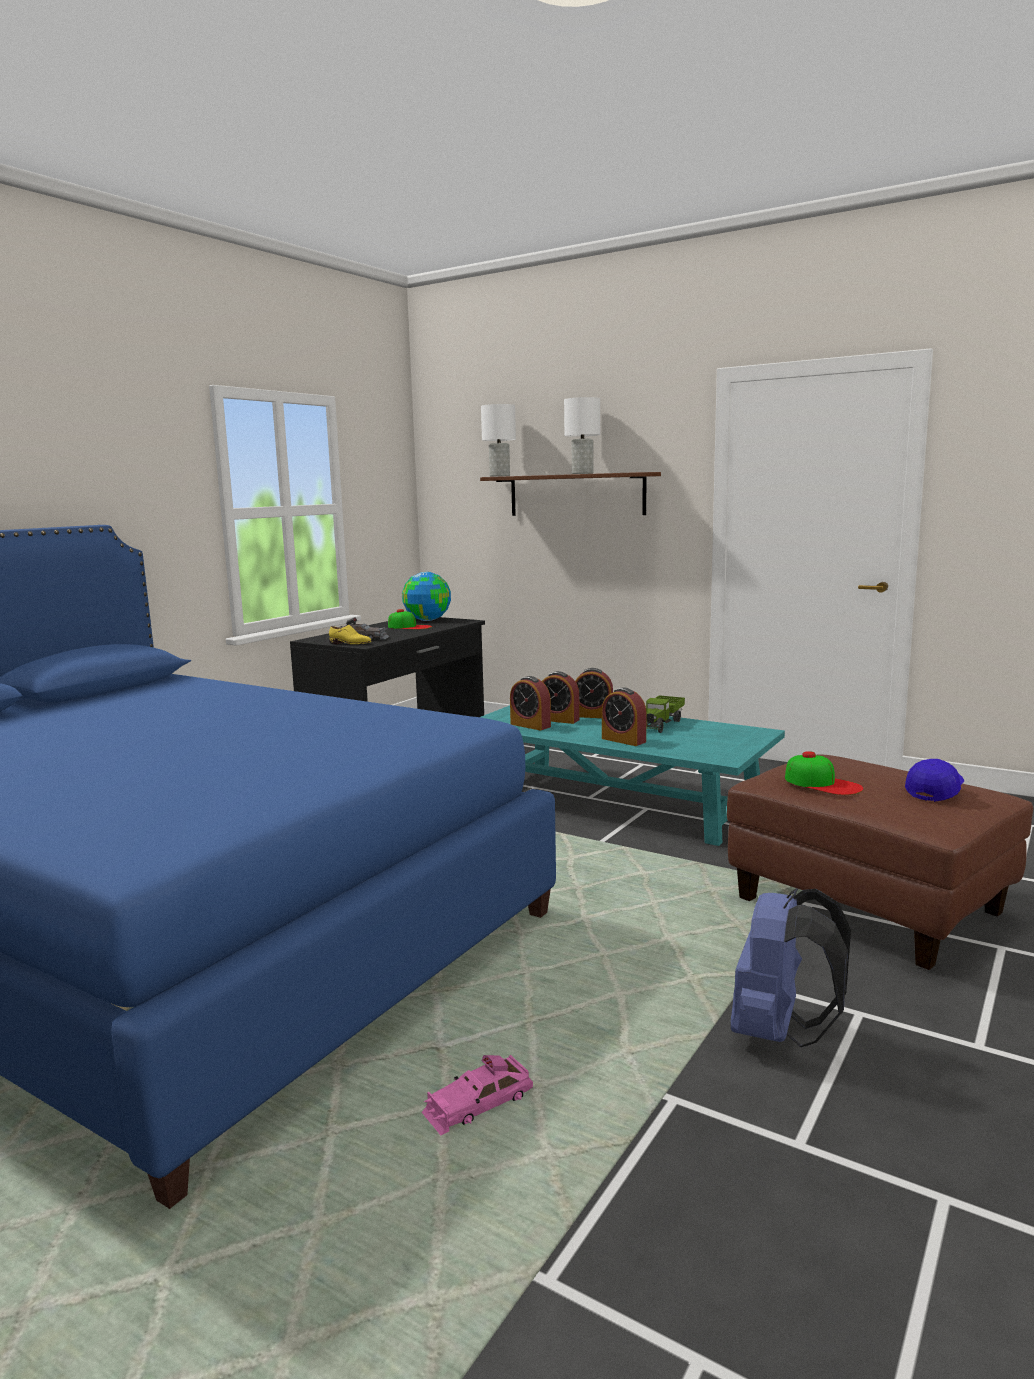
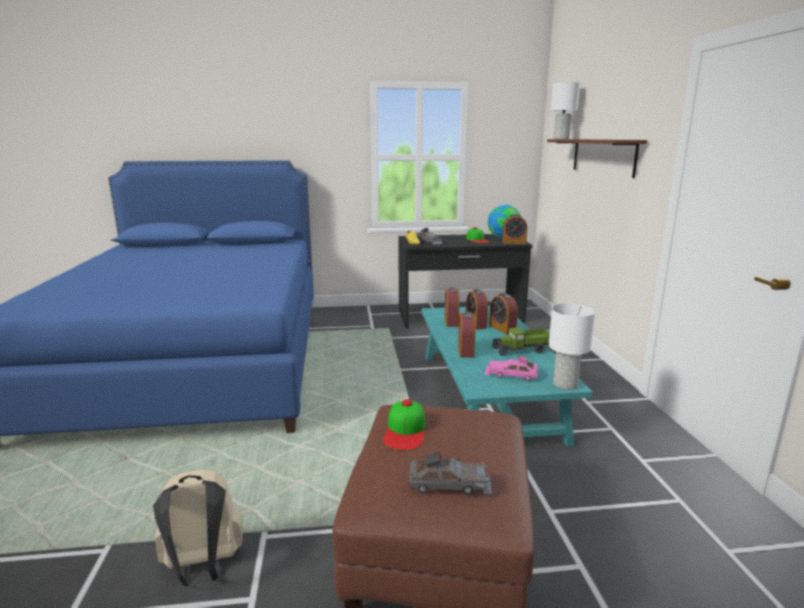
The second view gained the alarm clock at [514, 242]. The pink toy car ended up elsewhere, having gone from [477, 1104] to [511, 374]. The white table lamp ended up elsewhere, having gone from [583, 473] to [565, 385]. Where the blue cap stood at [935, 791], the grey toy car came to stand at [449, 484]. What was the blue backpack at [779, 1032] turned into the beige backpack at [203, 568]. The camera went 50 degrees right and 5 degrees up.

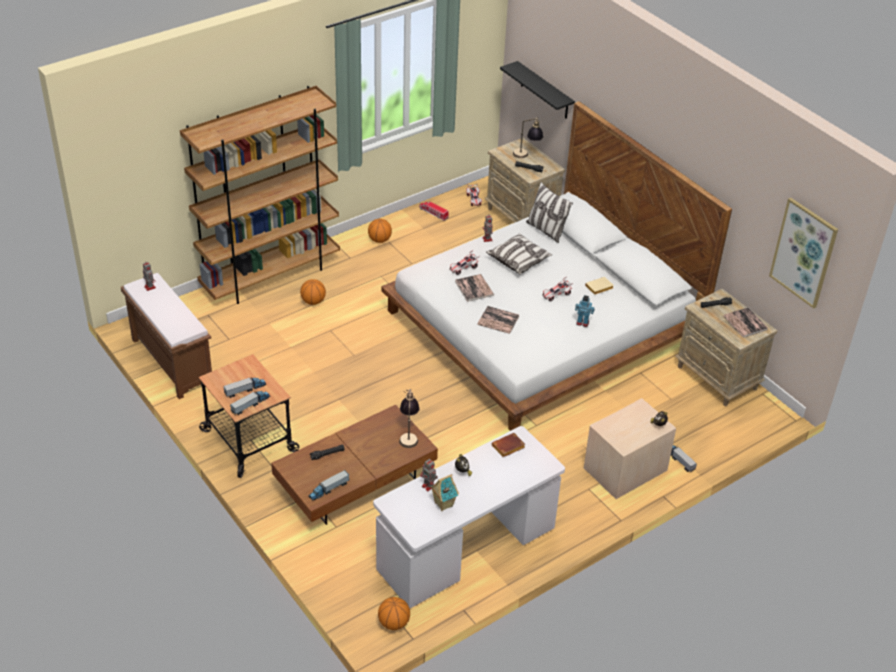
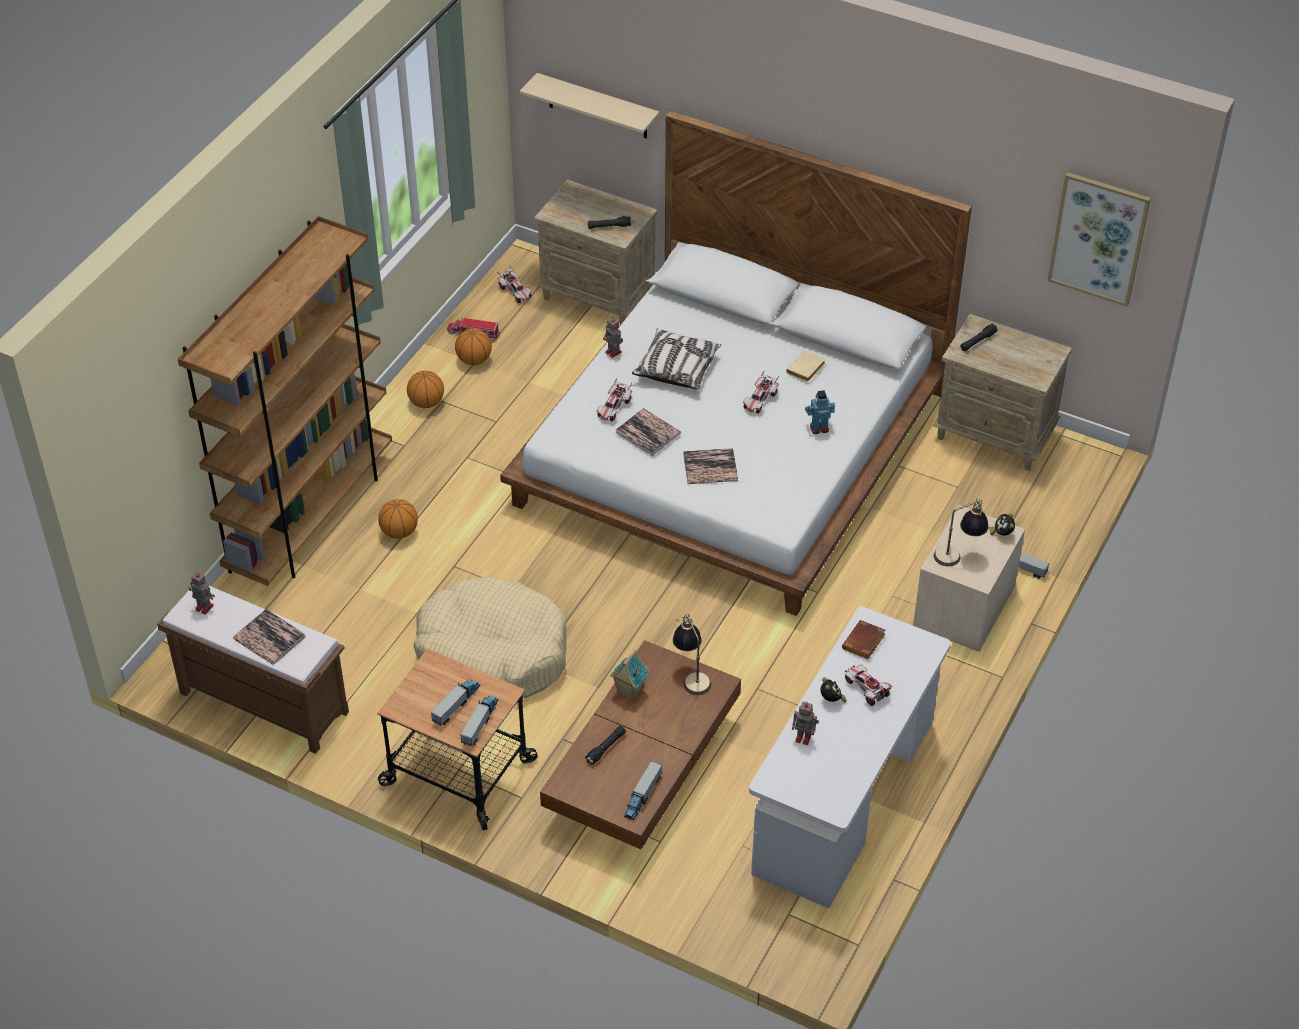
The second view lost the pillow at [546, 230]. The second view gained the beige dog bed at [493, 652]. The second view gained the toy car at [866, 689]. The basketball ended up elsewhere, having gone from [394, 623] to [474, 360]. The toy house ended up elsewhere, having gone from [443, 504] to [629, 691]. The table lamp ended up elsewhere, having gone from [527, 155] to [958, 555]. The book ended up elsewhere, having gone from [745, 323] to [269, 638]. What was the black shelf at [544, 91] turned into the beige shelf at [597, 107]. The camera went 25 degrees left and 5 degrees up.

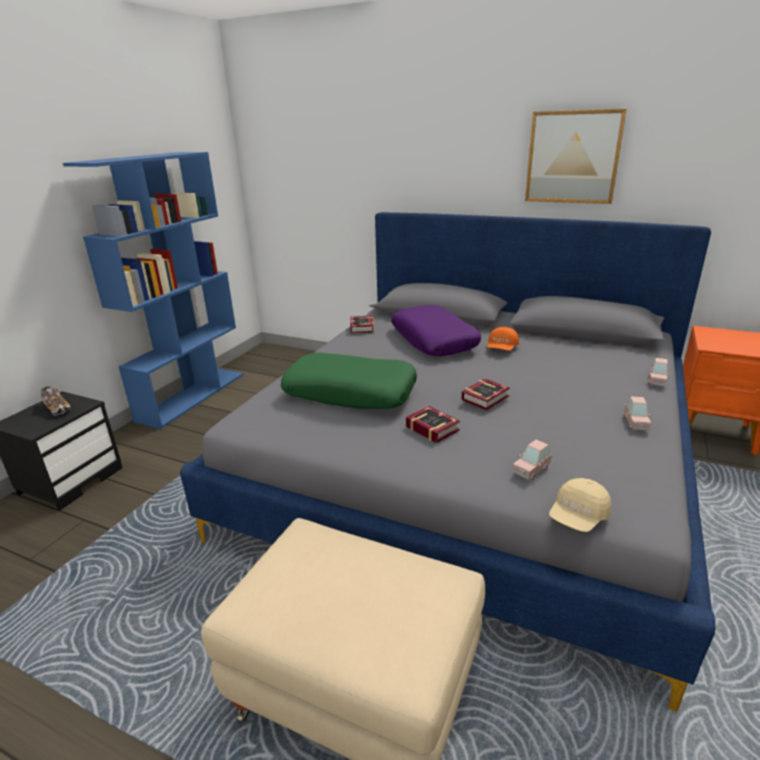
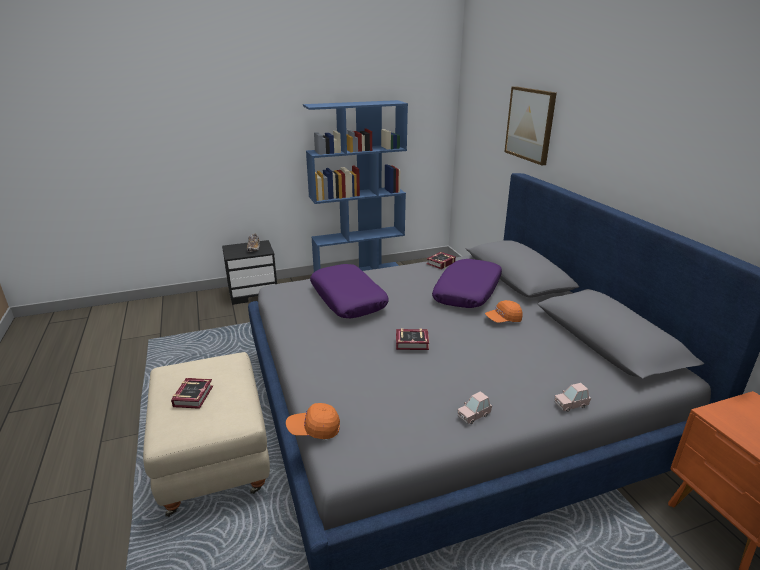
The second view lost the pink toy car at [531, 470]. The book ended up elsewhere, having gone from [431, 427] to [195, 395]. The picture ended up elsewhere, having gone from [573, 157] to [530, 124]. What was the green pillow at [350, 392] turned into the purple pillow at [348, 299]. What was the beige cap at [578, 517] turned into the orange cap at [314, 429]. The camera went 45 degrees right and 0 degrees up.

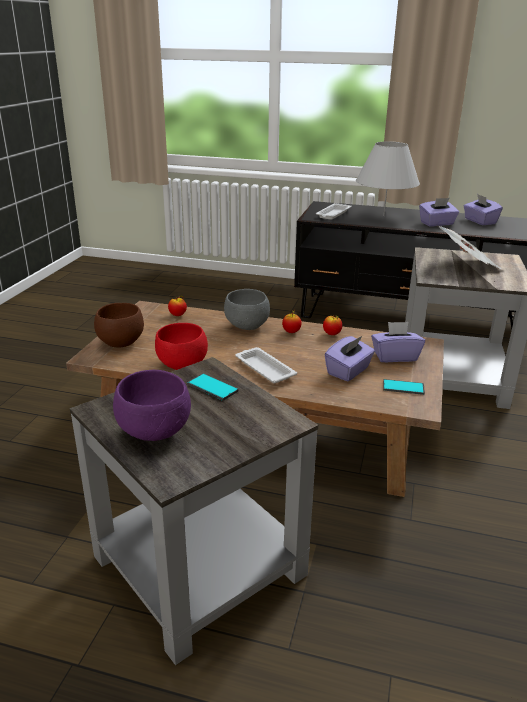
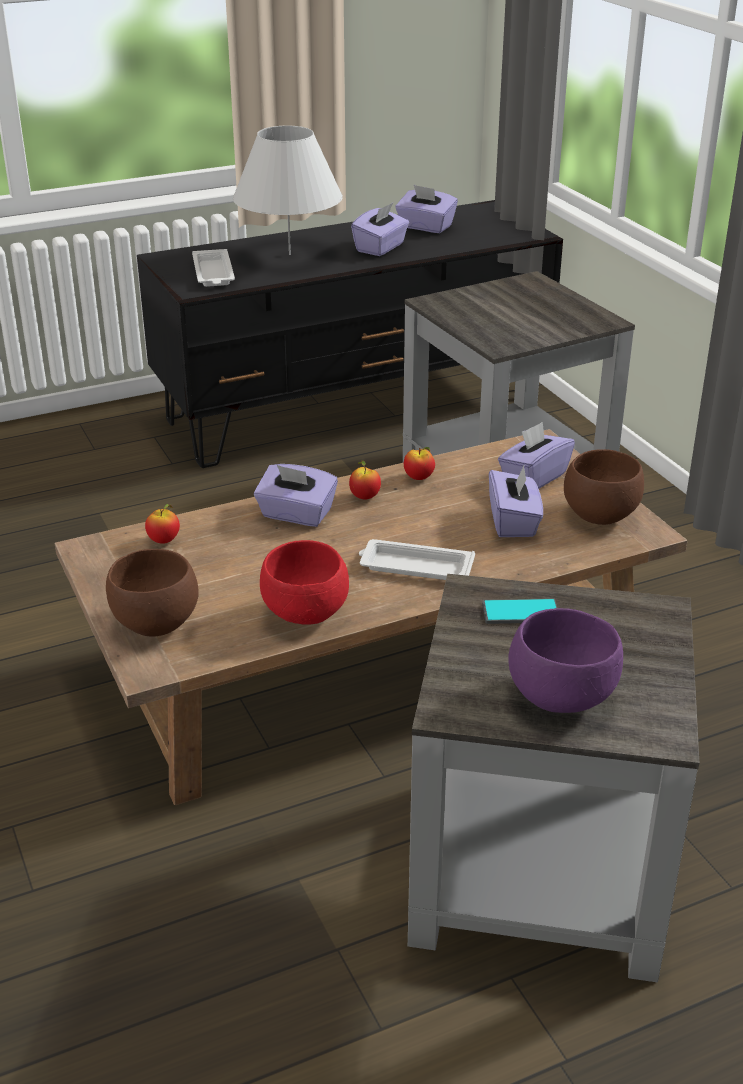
The second view lost the newspaper at [467, 265]. Where the grey bowl stood at [248, 327], the purple tissue box came to stand at [296, 514]. Where the phone stood at [403, 387], the brown bowl came to stand at [598, 515]. The camera went 40 degrees left and 5 degrees up.

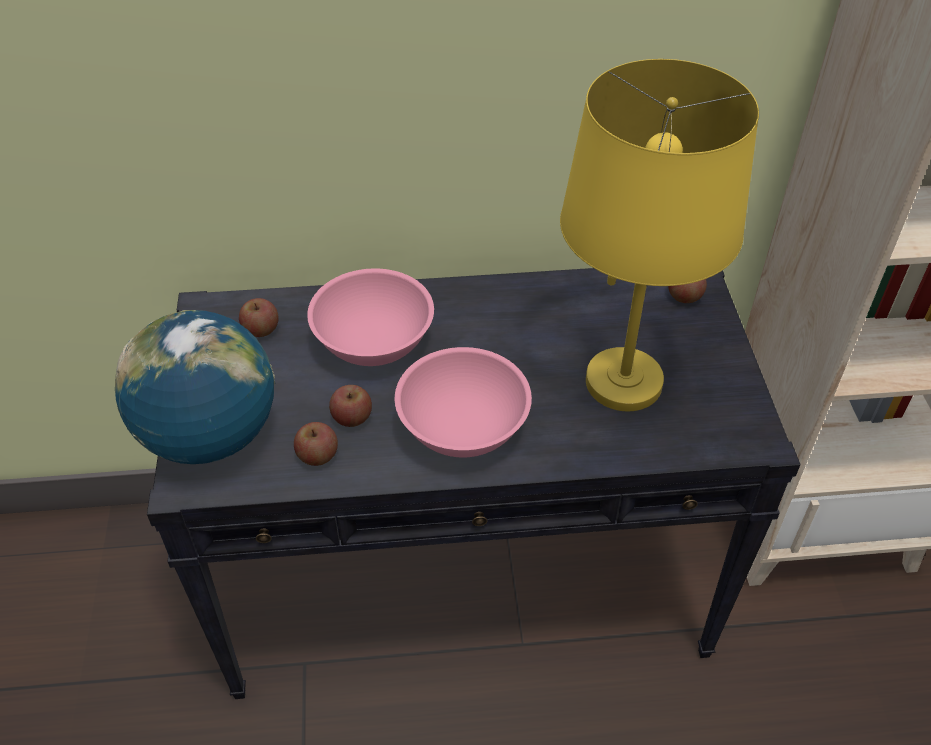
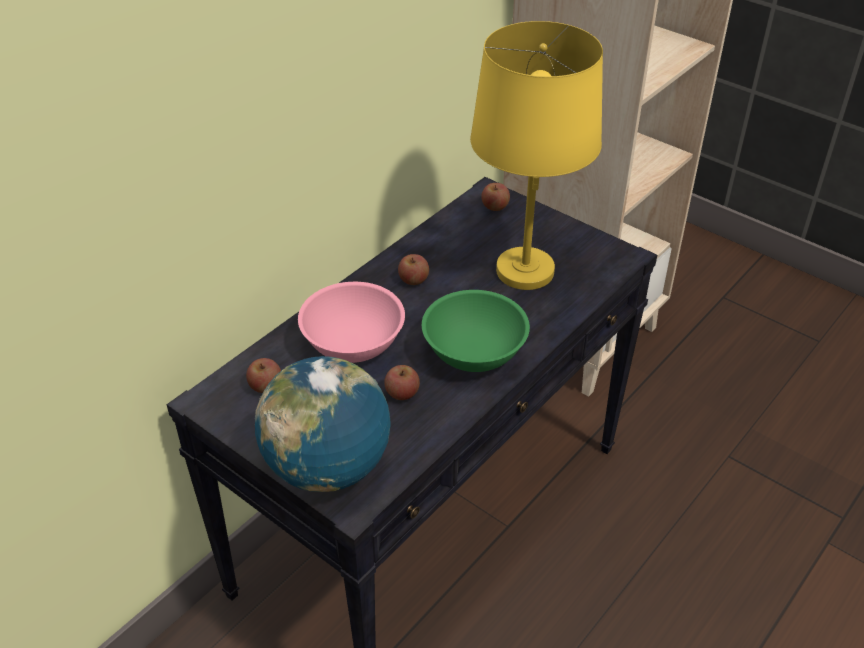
The apple ended up elsewhere, having gone from [317, 455] to [413, 280]. What was the pink bowl at [463, 427] turned into the green bowl at [473, 352]. The camera went 45 degrees left and 5 degrees down.

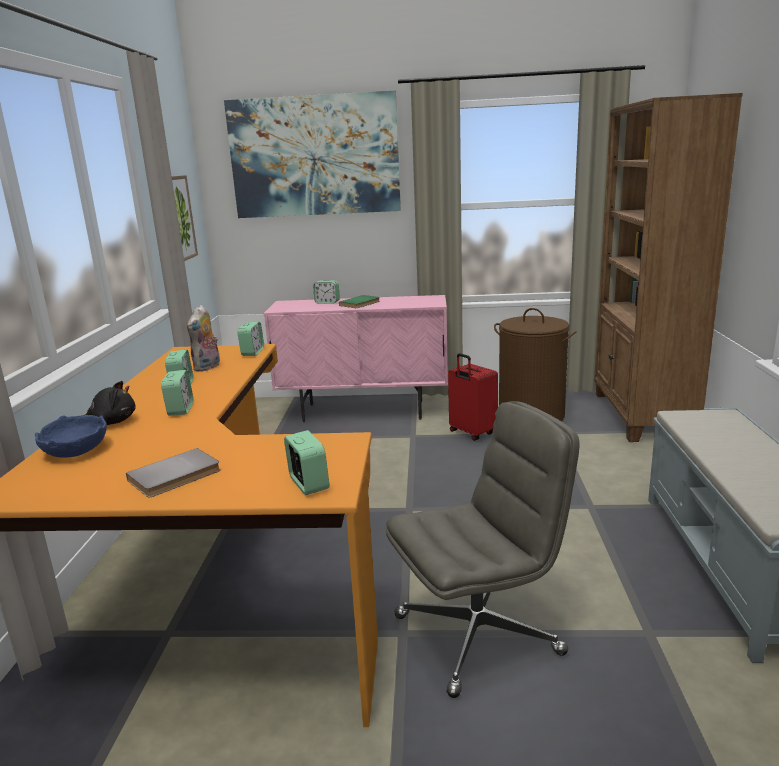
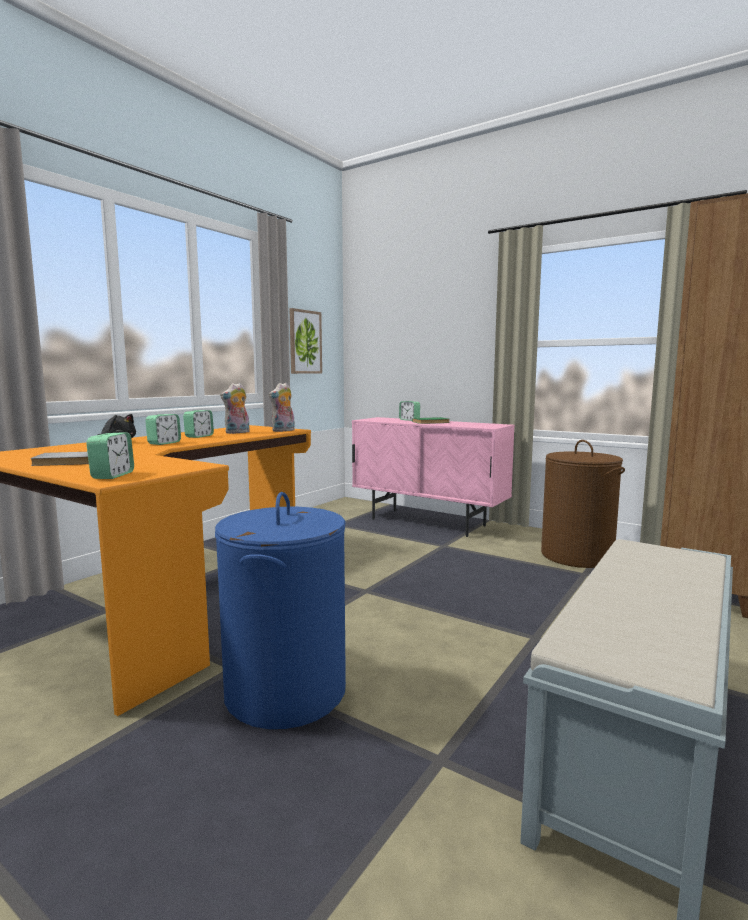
The second view lost the blue bowl at [75, 451]. The second view lost the picture at [314, 156]. The second view lost the red suitcase at [471, 433]. Where the alarm clock stood at [252, 352], the plush toy came to stand at [283, 431]. Where the grey office chair stood at [479, 634], the blue laundry basket came to stand at [286, 692]. The camera went 30 degrees right and 10 degrees down.

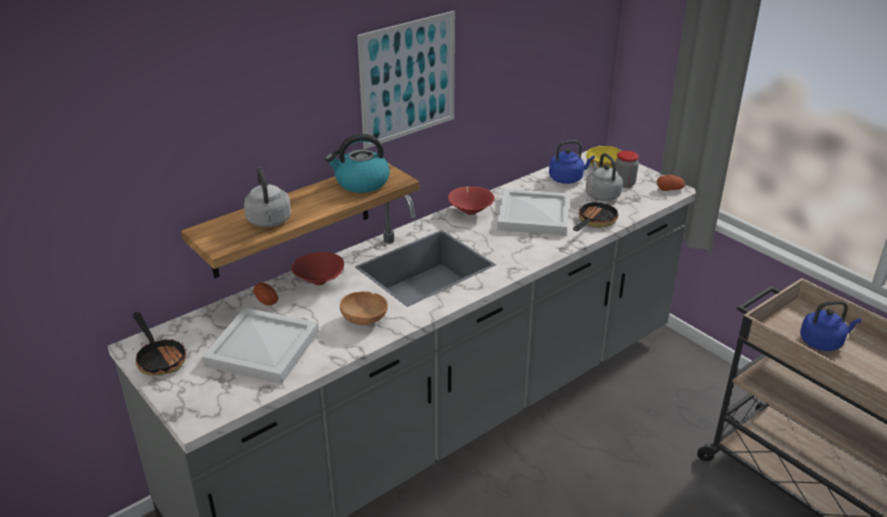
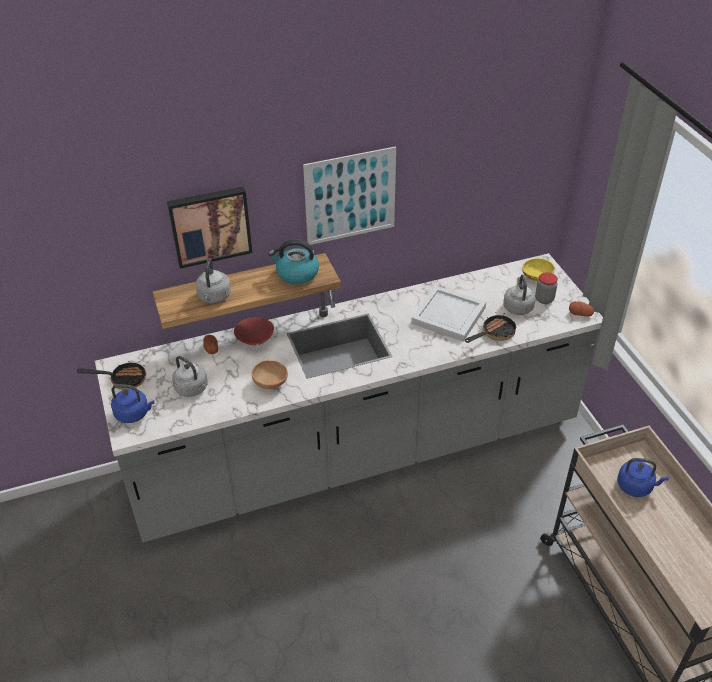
The second view lost the red bowl at [470, 212]. The second view gained the picture at [210, 225]. The blue kettle ended up elsewhere, having gone from [567, 178] to [134, 414]. Where the white tray stood at [264, 348], the grey kettle came to stand at [193, 389]. The frying pan at [159, 358] ended up facing another way, 75 degrees counterclockwise from before. The camera went 20 degrees right and 10 degrees up.

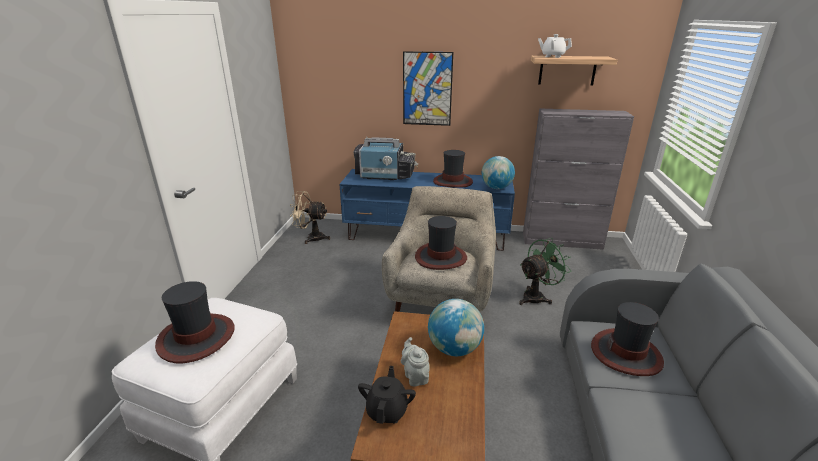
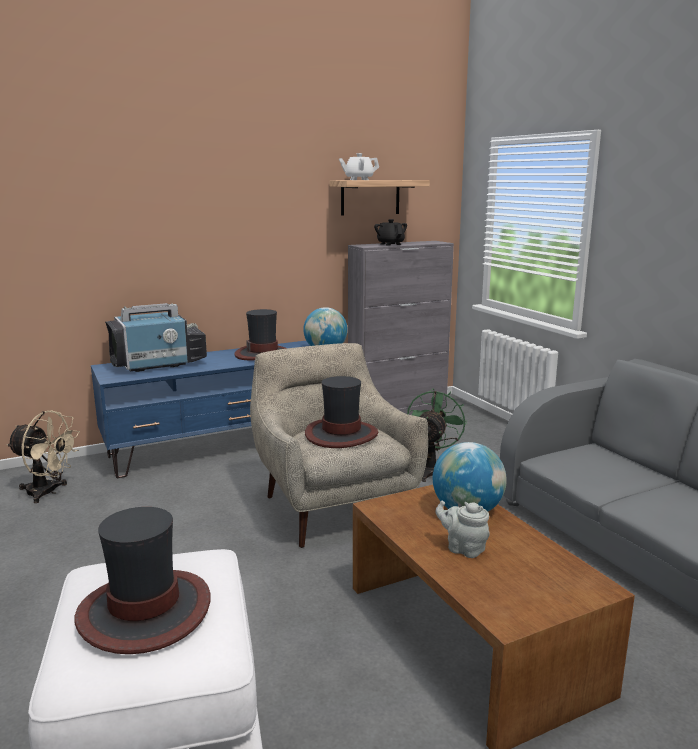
The second view lost the picture at [427, 89]. The second view lost the hat at [626, 353]. The black teapot ended up elsewhere, having gone from [387, 410] to [390, 244]. The beige fan at [311, 238] ended up facing another way, 135 degrees counterclockwise from before. The camera went 35 degrees left and 10 degrees down.

